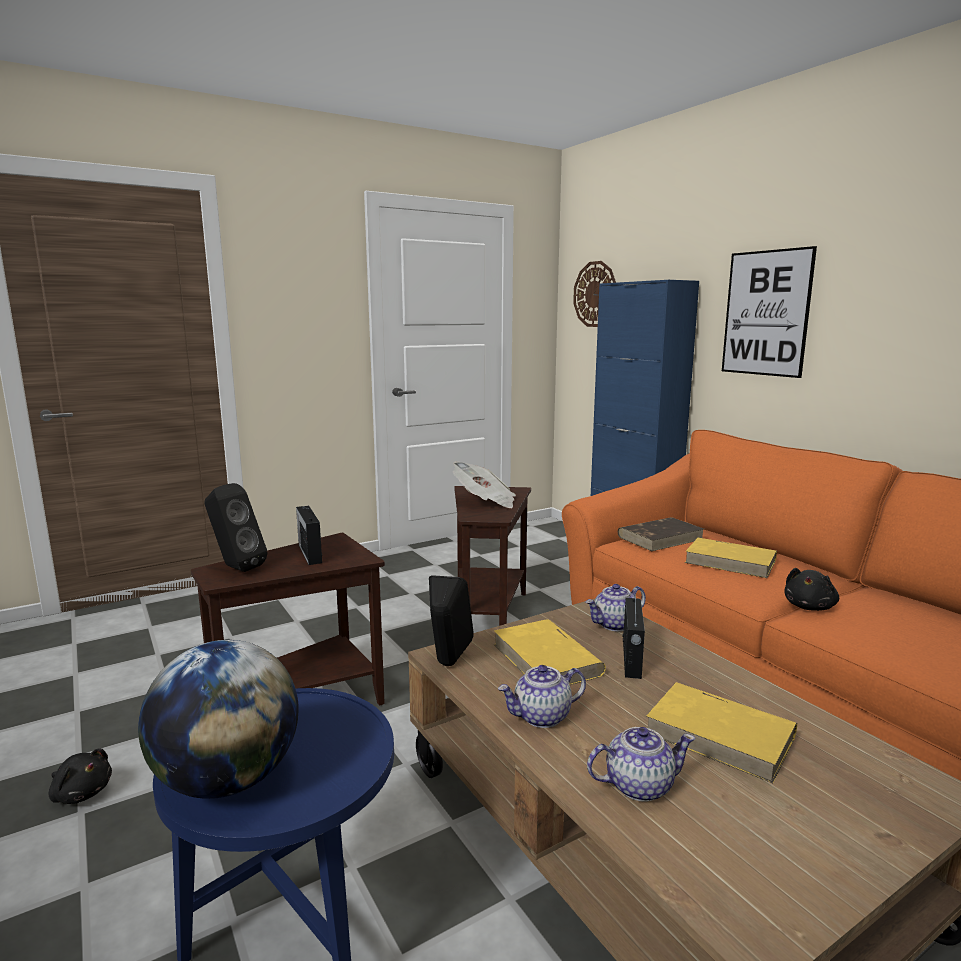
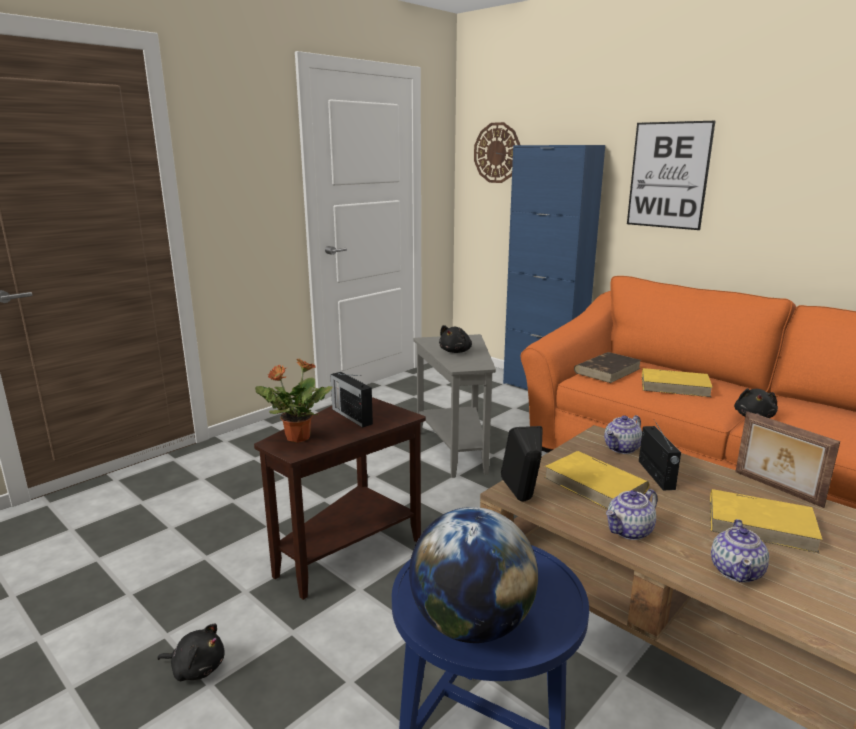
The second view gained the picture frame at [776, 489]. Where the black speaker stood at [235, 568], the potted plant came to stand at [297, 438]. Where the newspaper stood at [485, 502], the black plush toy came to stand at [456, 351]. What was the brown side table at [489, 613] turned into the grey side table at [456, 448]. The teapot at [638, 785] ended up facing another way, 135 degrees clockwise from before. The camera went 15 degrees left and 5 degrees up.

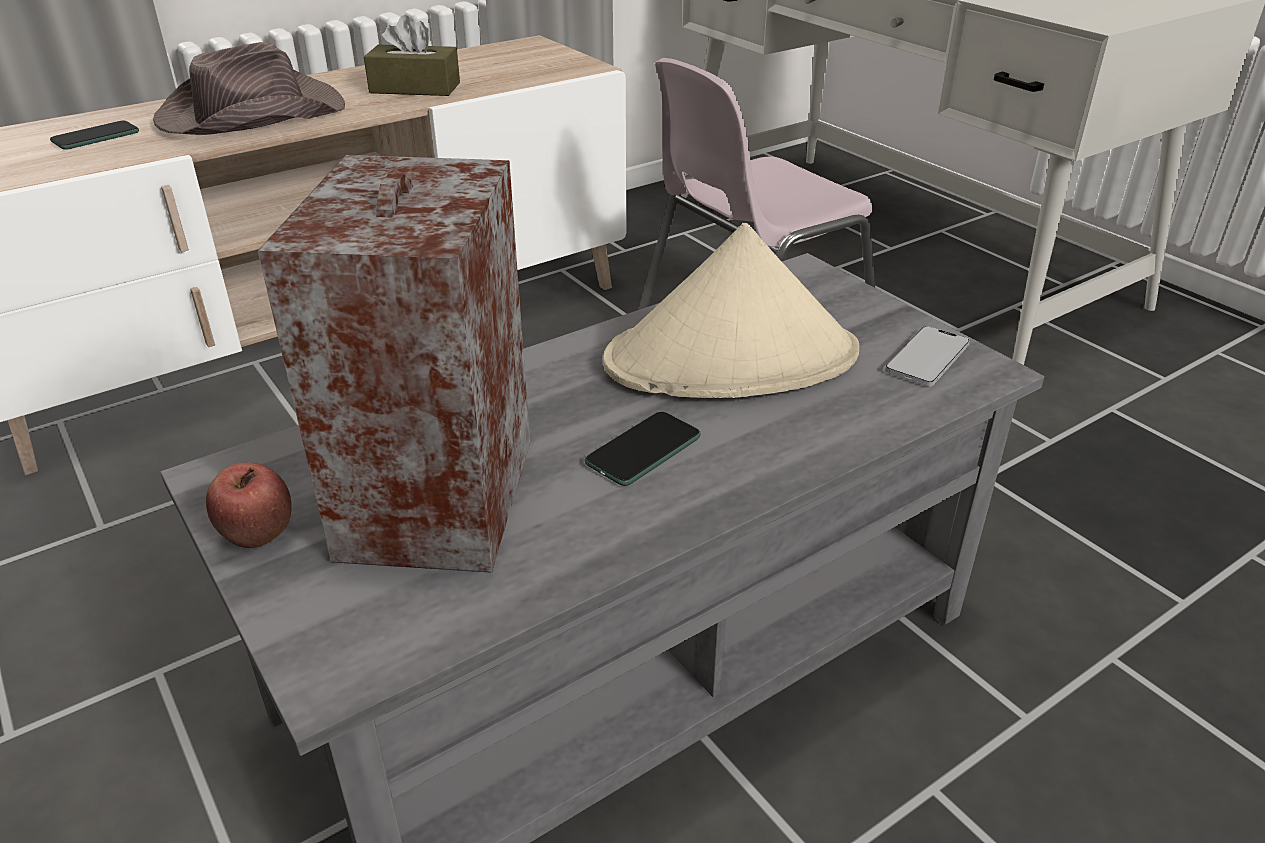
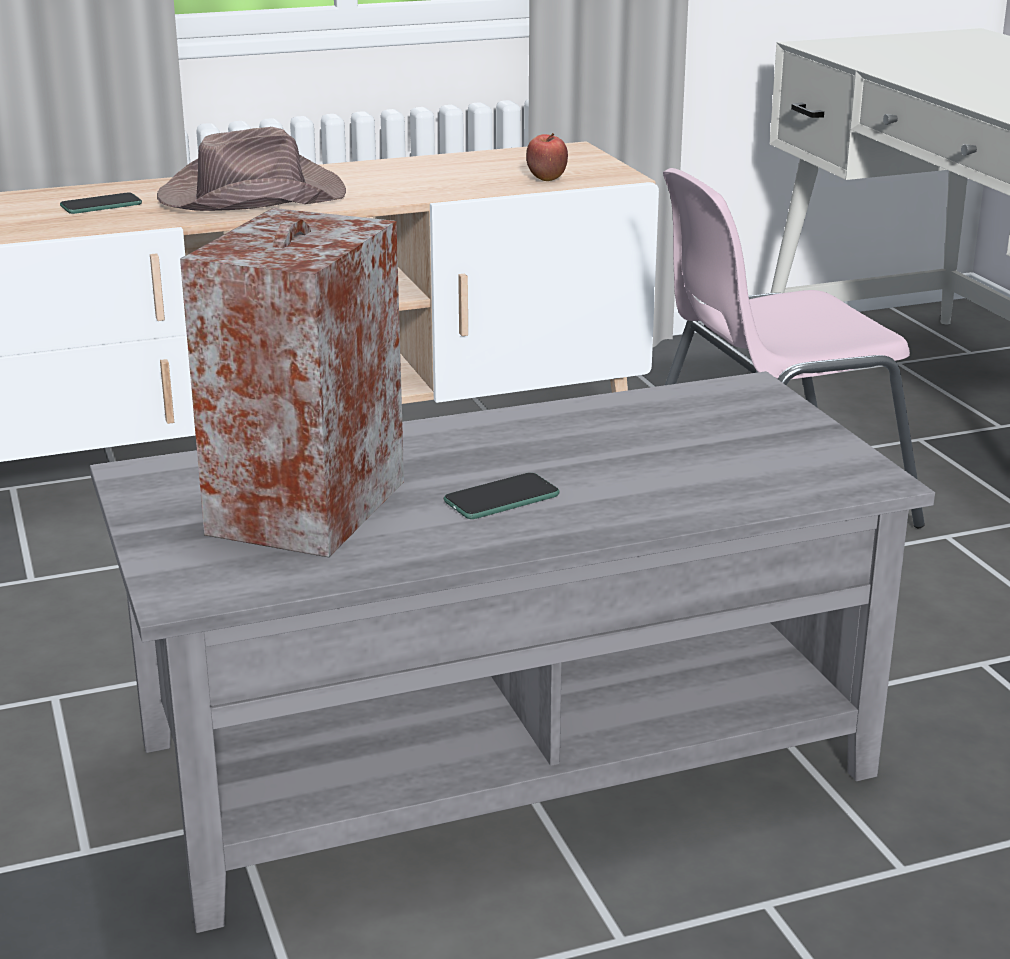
The second view lost the brown tissue box at [415, 88]. The second view lost the beige hat at [733, 359]. The second view lost the phone at [927, 358]. The apple ended up elsewhere, having gone from [259, 537] to [546, 179]. The camera went 15 degrees right and 10 degrees down.

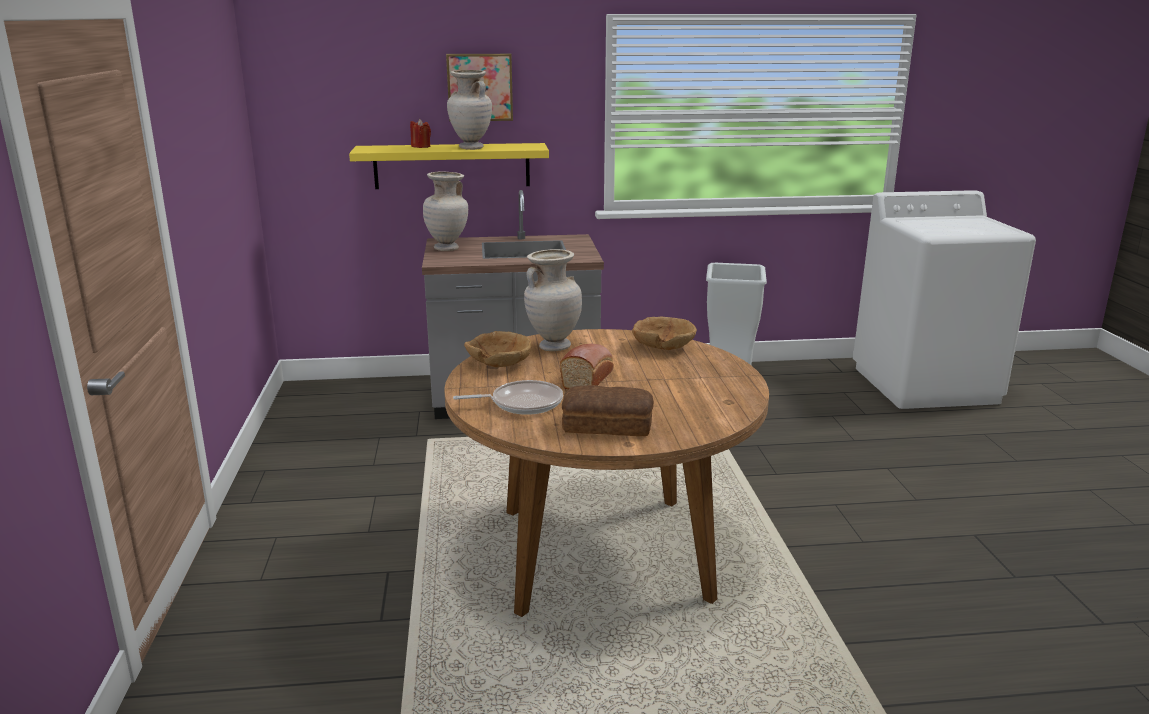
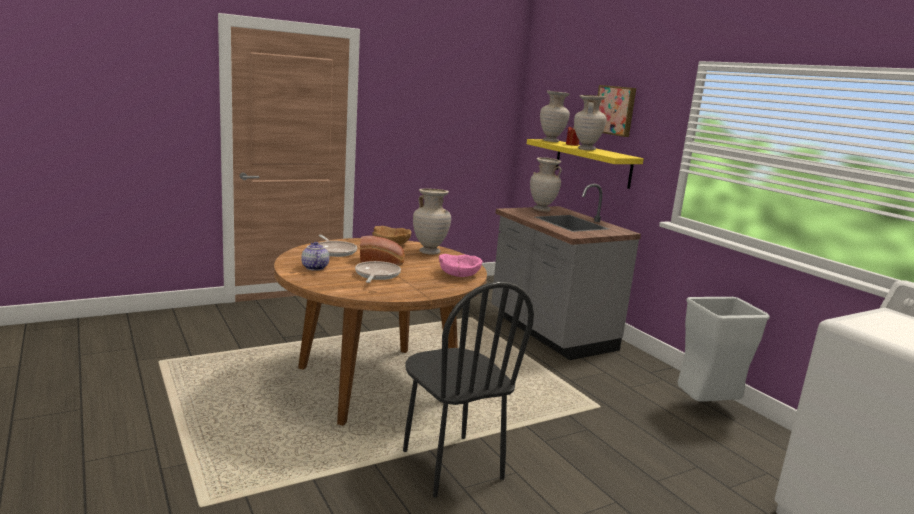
The second view gained the frying pan at [376, 275]. The second view gained the black chair at [451, 465]. The second view gained the beige vase at [551, 141]. Where the bread stood at [608, 426], the teapot came to stand at [314, 267]. What was the brown bowl at [662, 346] turned into the pink bowl at [459, 274]. The camera went 65 degrees right and 5 degrees down.

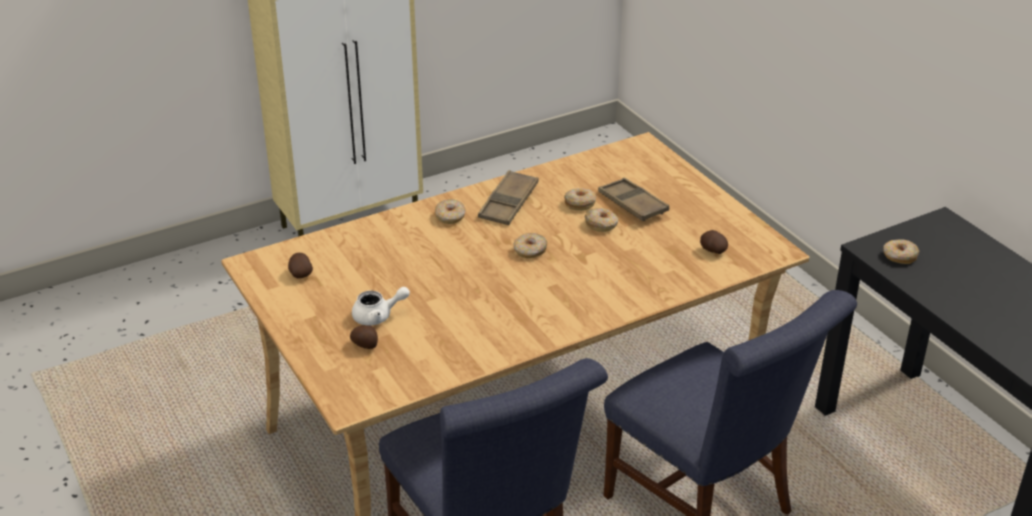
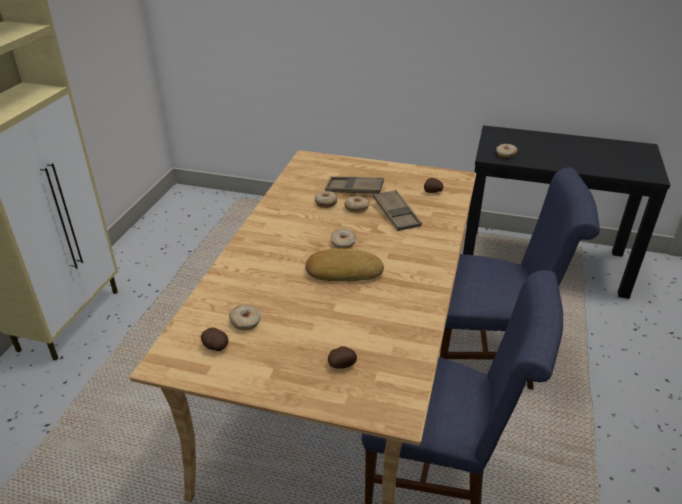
The second view lost the white teapot at [378, 316]. The second view gained the bread at [343, 270]. The donut ended up elsewhere, having gone from [450, 216] to [245, 322]. The brown tray ended up elsewhere, having gone from [508, 203] to [396, 214]. The camera went 45 degrees left and 0 degrees up.

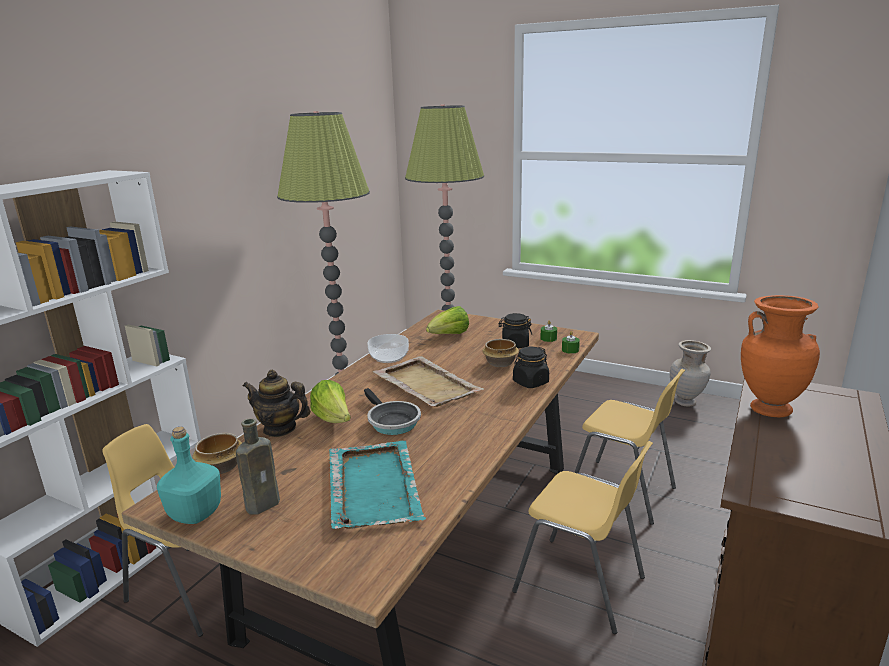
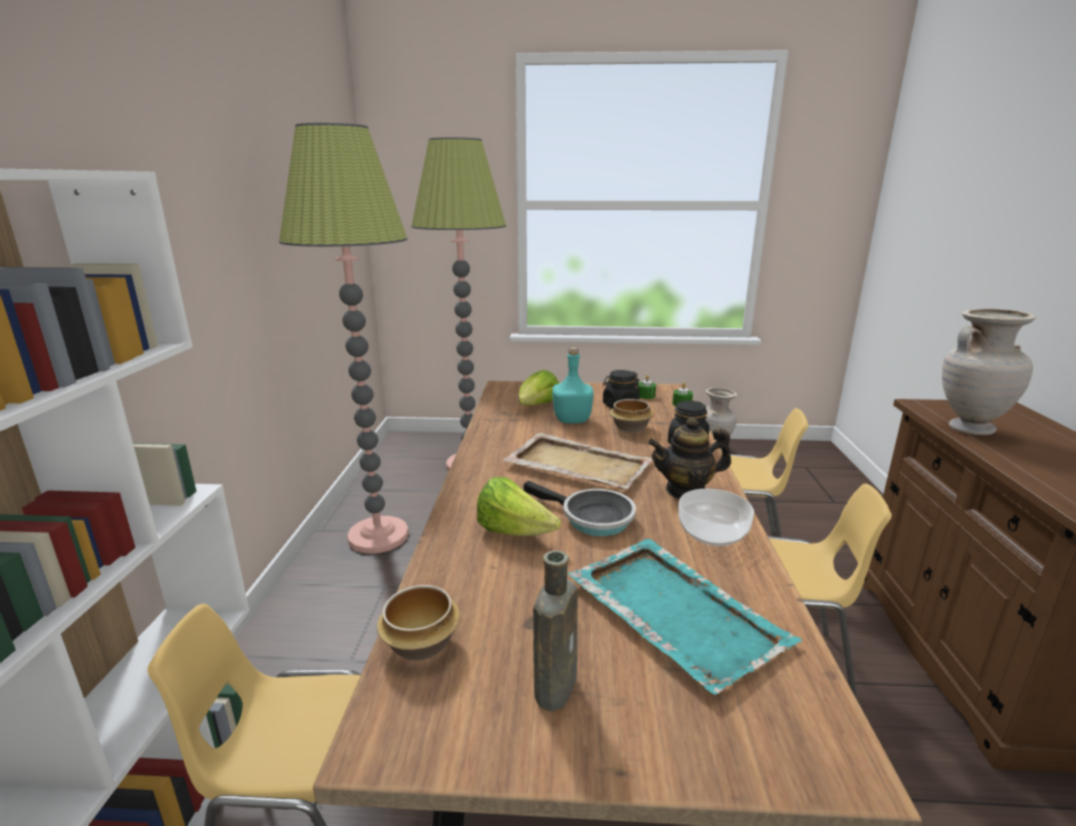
The turquoise bottle ended up elsewhere, having gone from [196, 514] to [572, 420]. The teapot ended up elsewhere, having gone from [280, 429] to [686, 491]. The bowl ended up elsewhere, having gone from [389, 357] to [712, 531]. What was the orange vase at [769, 409] turned into the beige vase at [968, 429]. The camera went 25 degrees left and 0 degrees up.

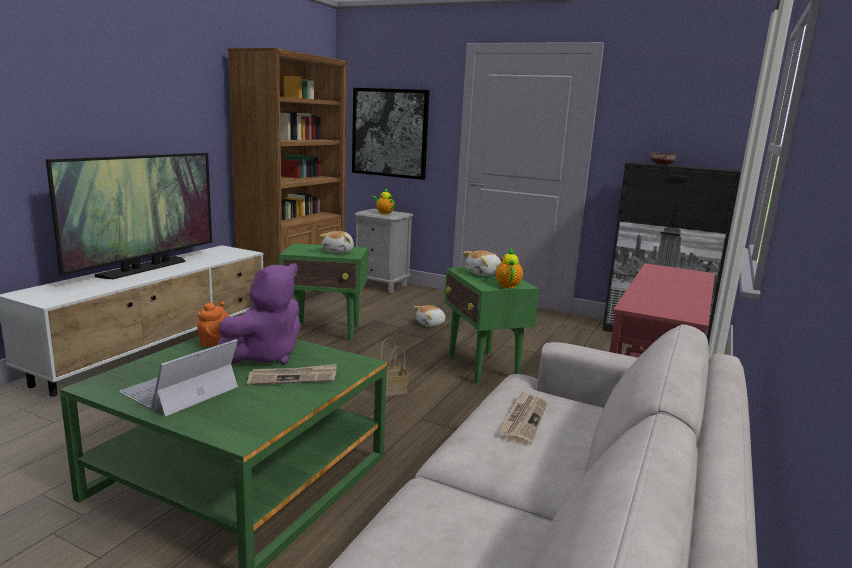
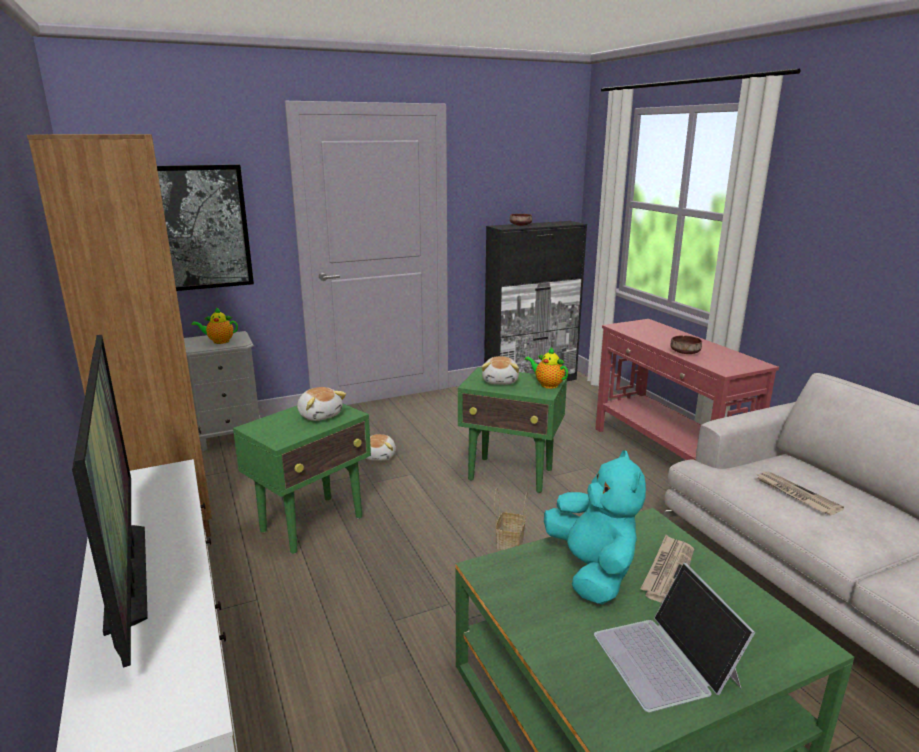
The second view lost the orange teapot at [214, 342]. The second view gained the brown bowl at [684, 352]. What was the purple plush toy at [265, 356] turned into the turquoise plush toy at [592, 571]. The camera went 50 degrees left and 5 degrees up.

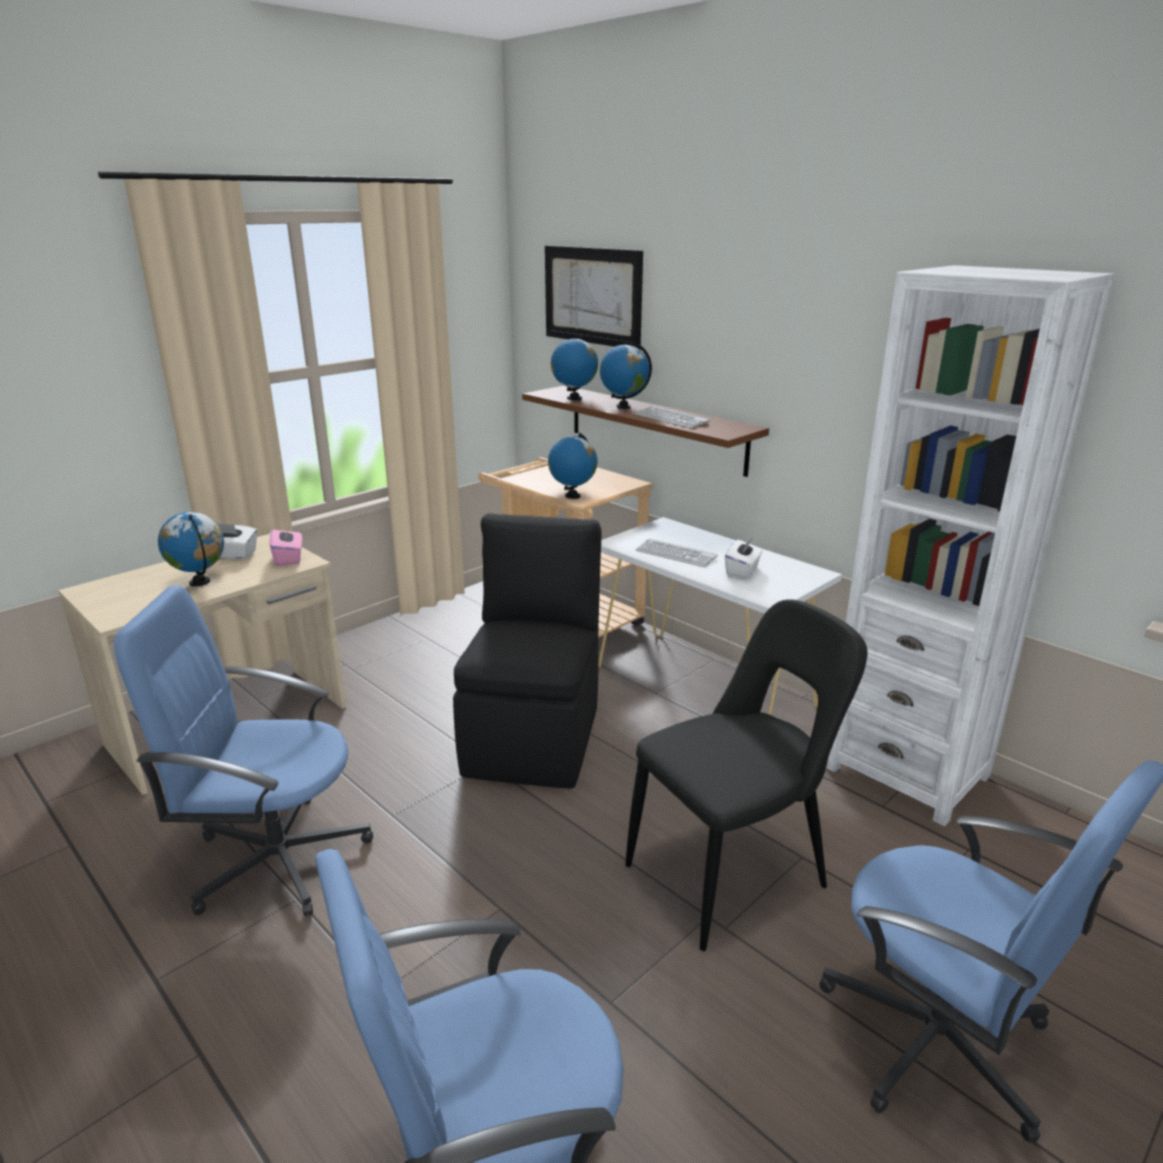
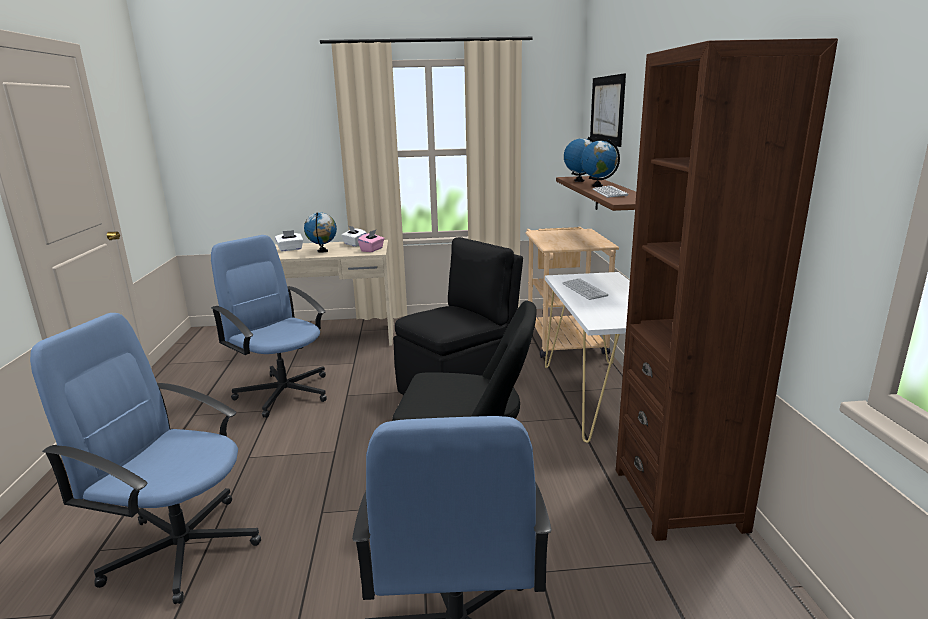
The second view lost the globe at [572, 496]. The white tissue box ended up elsewhere, having gone from [742, 571] to [290, 249]. What was the white bookcase at [906, 771] turned into the brown bookcase at [678, 499]. The camera went 40 degrees right and 5 degrees down.

